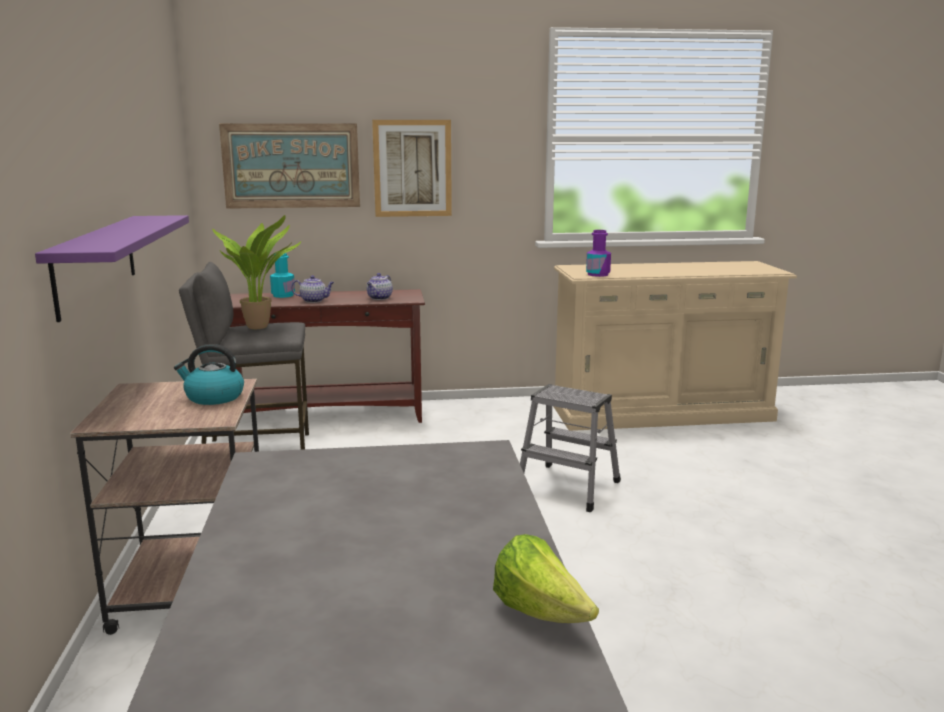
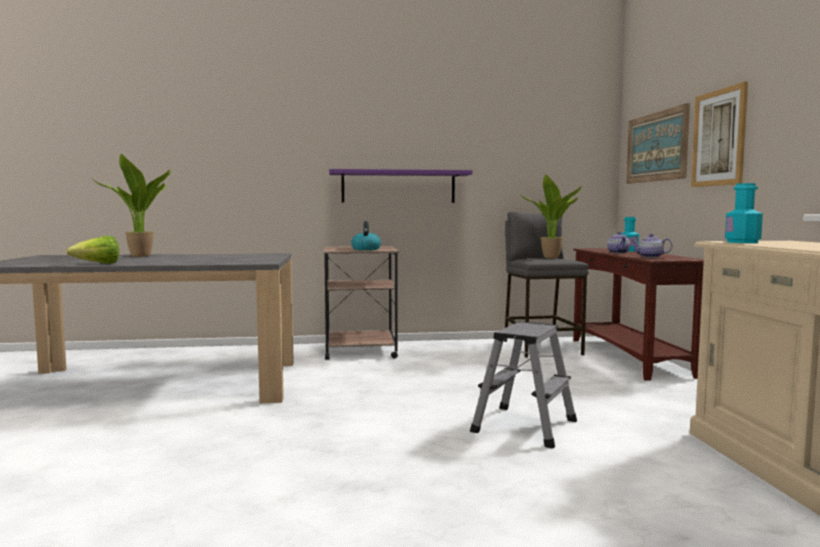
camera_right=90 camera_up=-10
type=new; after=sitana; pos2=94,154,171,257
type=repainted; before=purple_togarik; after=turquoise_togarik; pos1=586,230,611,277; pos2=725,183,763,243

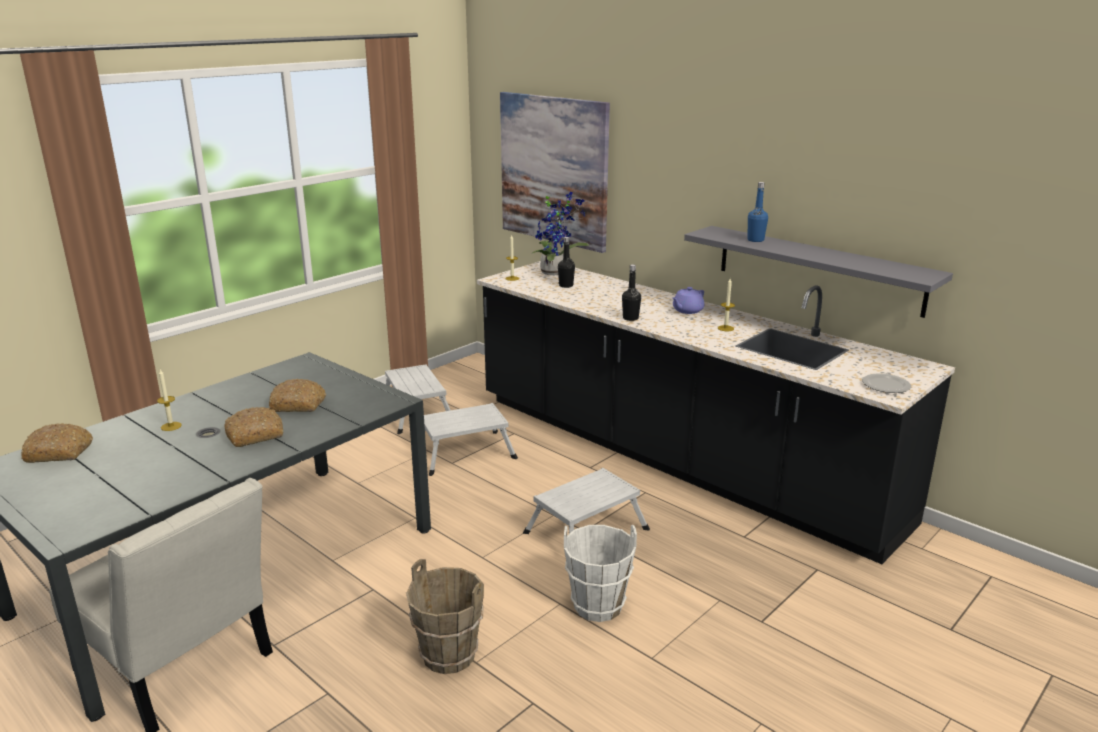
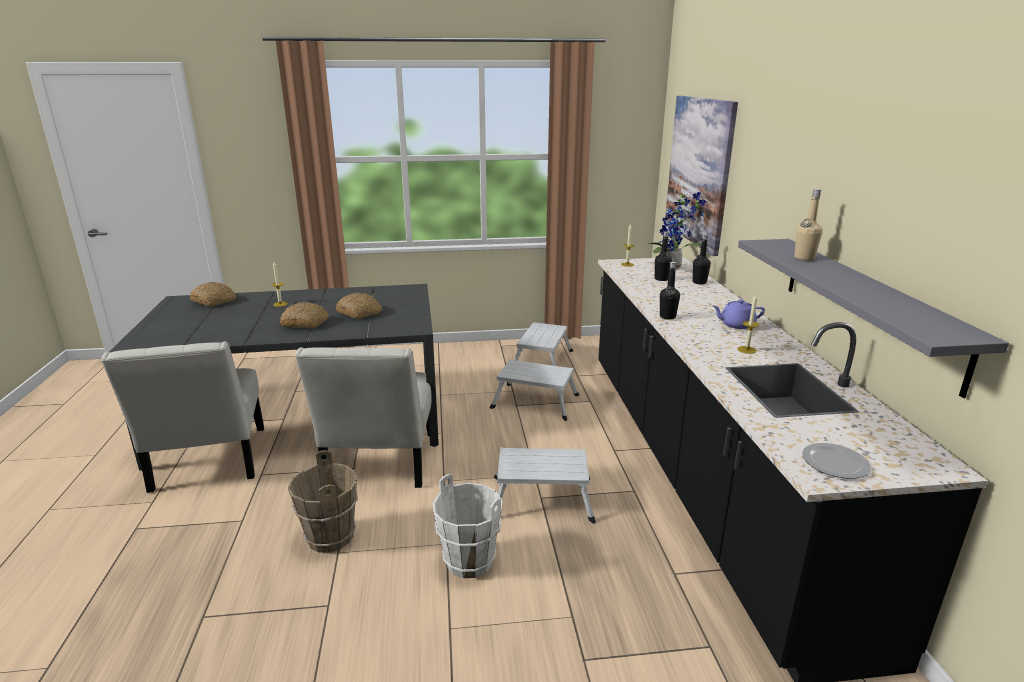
camera_right=40 camera_up=0
type=new; after=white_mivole; pos2=295,347,431,488
type=new; after=black_togarik; pos2=693,234,711,285
type=repainted; before=blue_togarik; after=beige_togarik; pos1=748,182,768,242; pos2=794,189,823,261

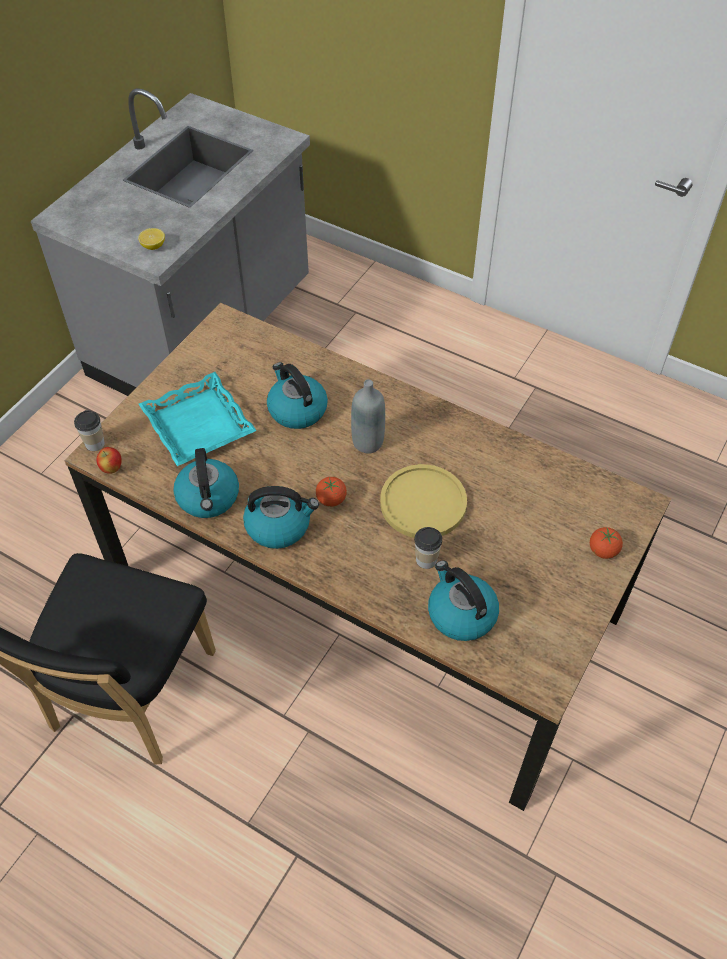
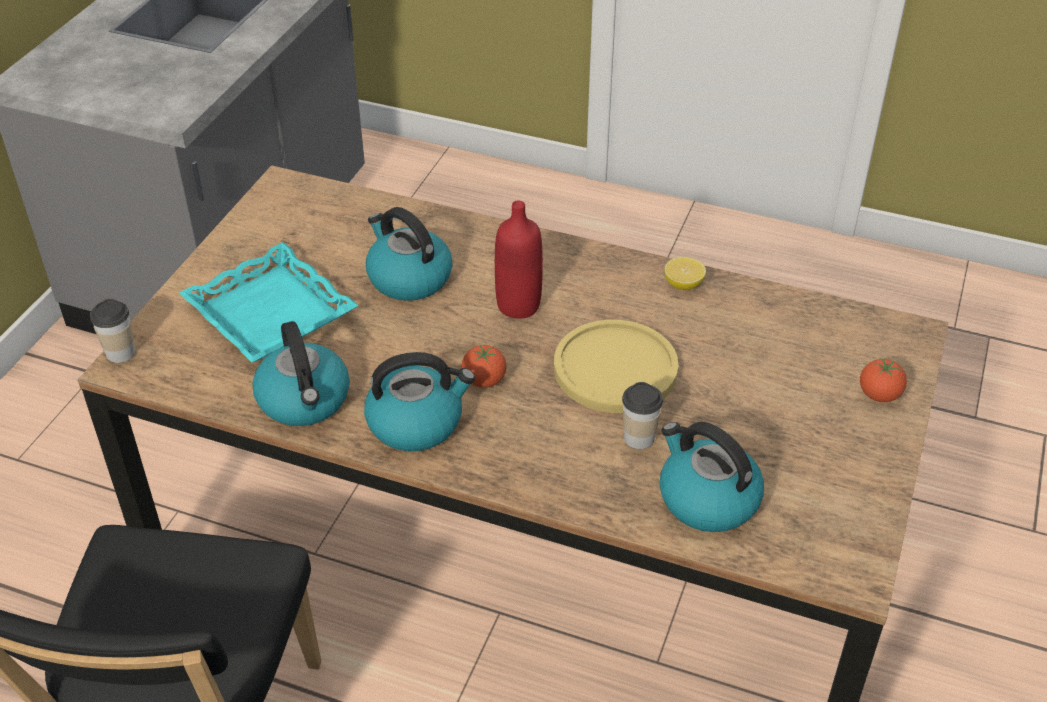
camera_right=-10 camera_up=-10
type=repainted; before=grey_togarik; after=red_togarik; pos1=351,379,385,454; pos2=495,201,543,319
type=shifted; before=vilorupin; pos1=138,228,165,250; pos2=664,257,706,290
type=gone; before=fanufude; pos1=96,447,122,474

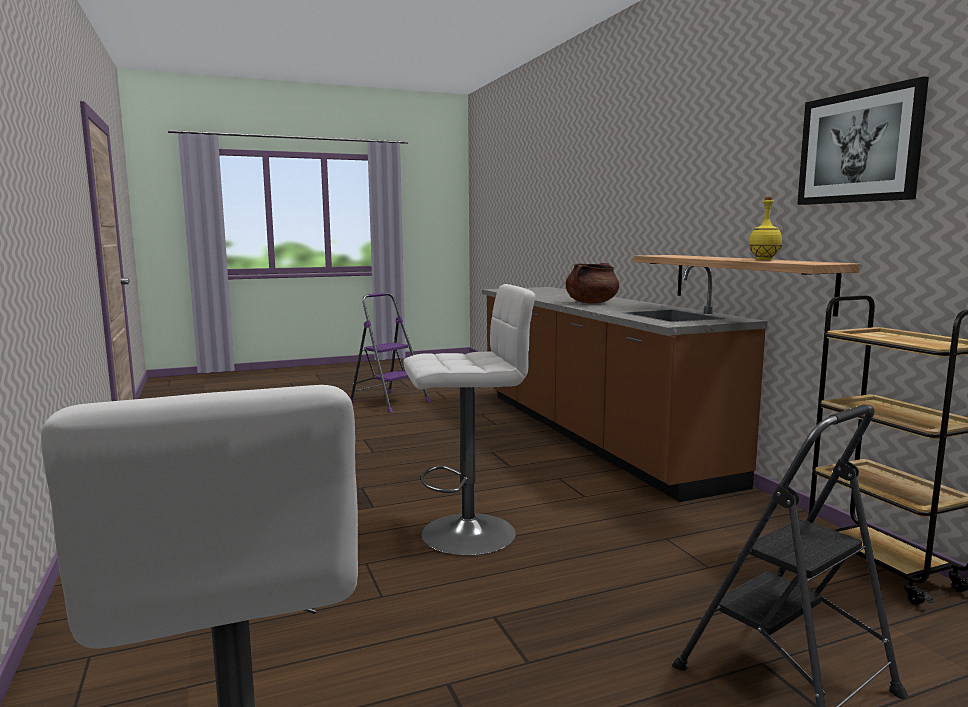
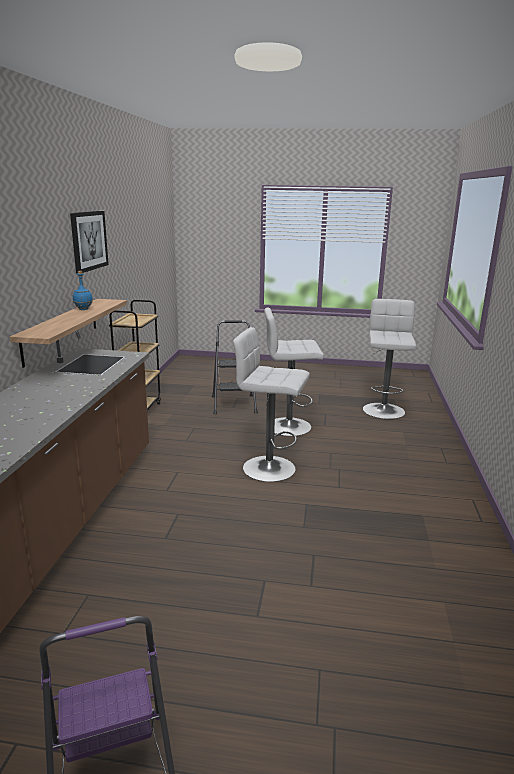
camera_right=-150 camera_up=10
type=repainted; before=yellow_togarik; after=blue_togarik; pos1=749,197,782,260; pos2=73,271,93,310
type=new; after=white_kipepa; pos2=264,308,324,436
type=gone; before=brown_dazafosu; pos1=566,263,619,304

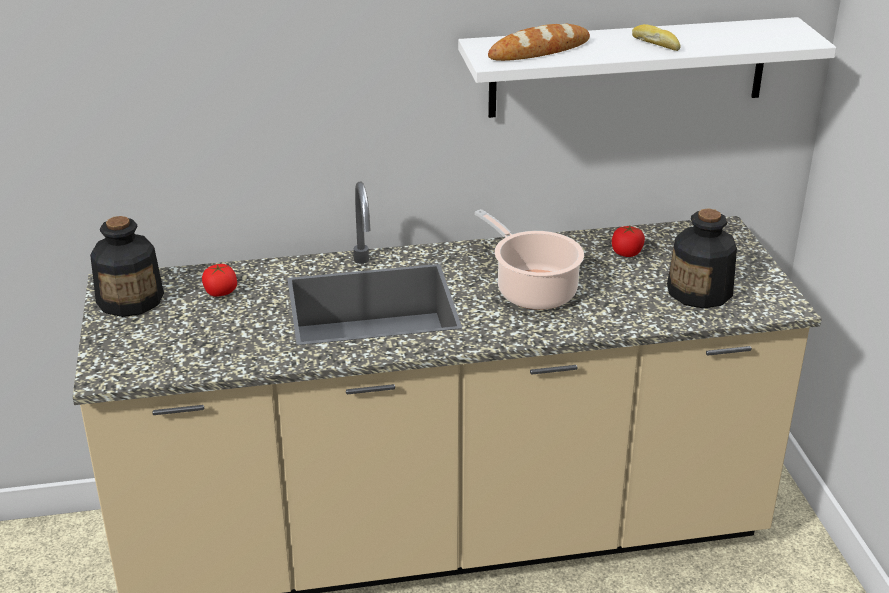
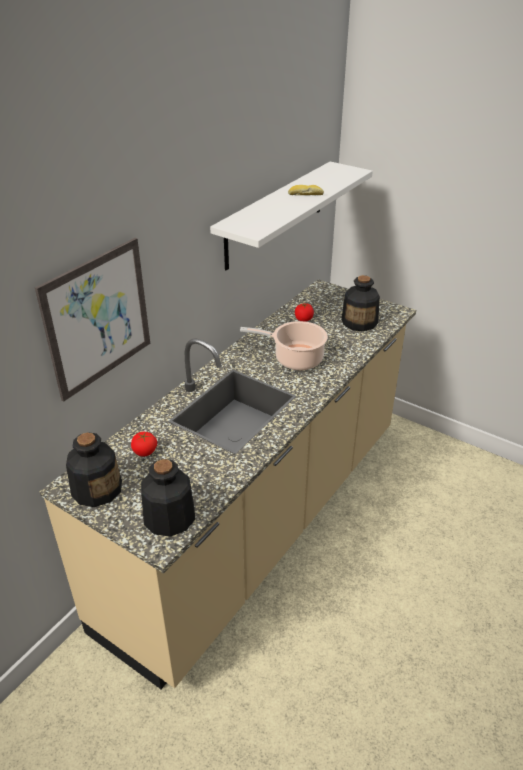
camera_right=-45 camera_up=5
type=new; after=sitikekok; pos2=35,238,150,401
type=new; after=togarik; pos2=141,459,195,537
type=gone; before=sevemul; pos1=488,24,590,61

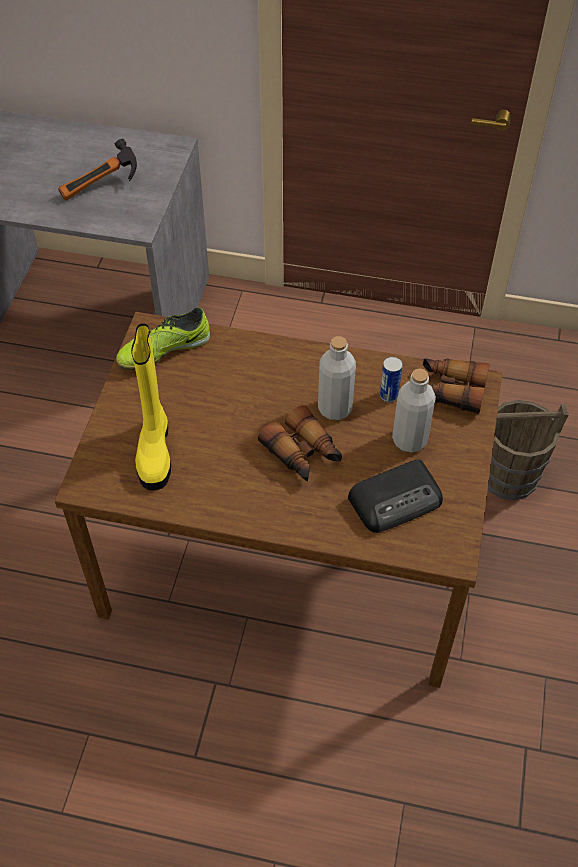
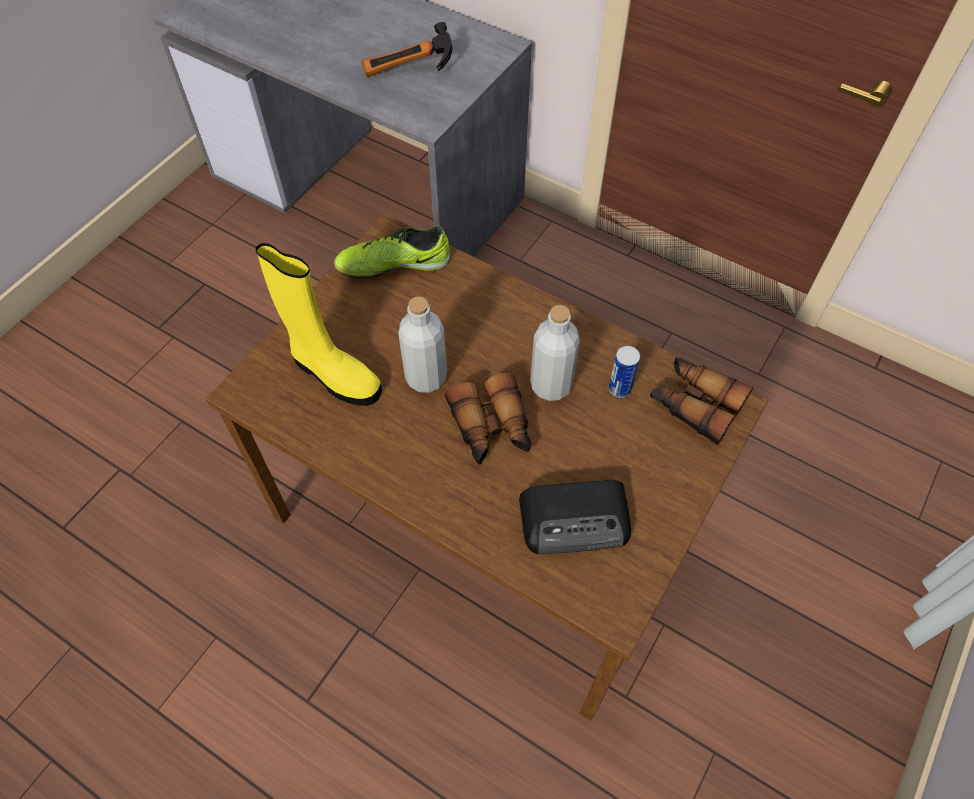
camera_right=20 camera_up=5
type=rotated; before=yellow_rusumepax; pos1=131,323,171,490; pos2=256,243,382,406; turn=-75
type=shifted; before=grey_togarik; pos1=392,368,436,453; pos2=398,297,447,393
type=gone; before=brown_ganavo; pos1=488,400,569,500

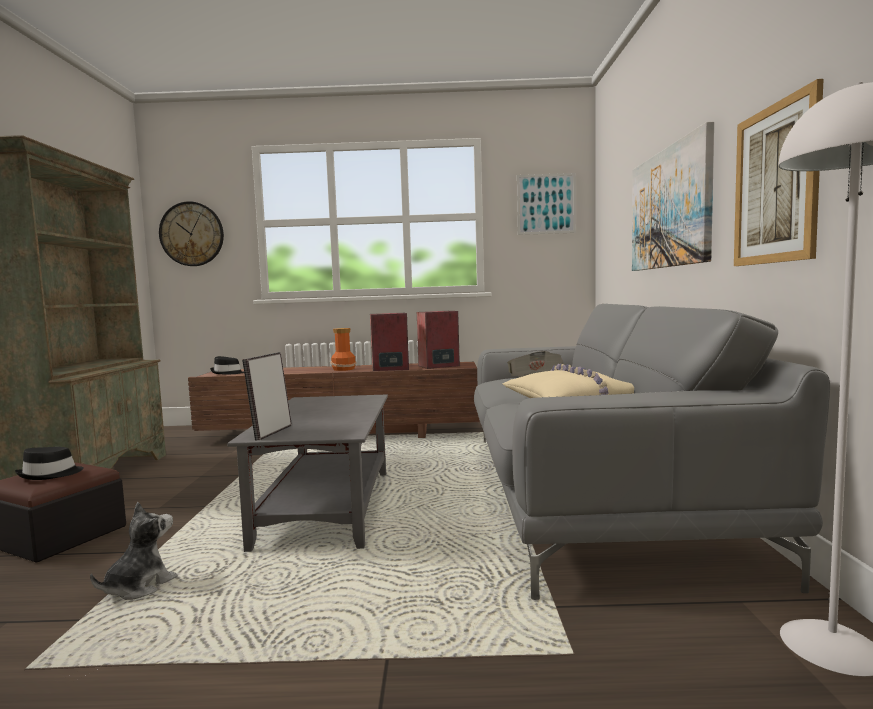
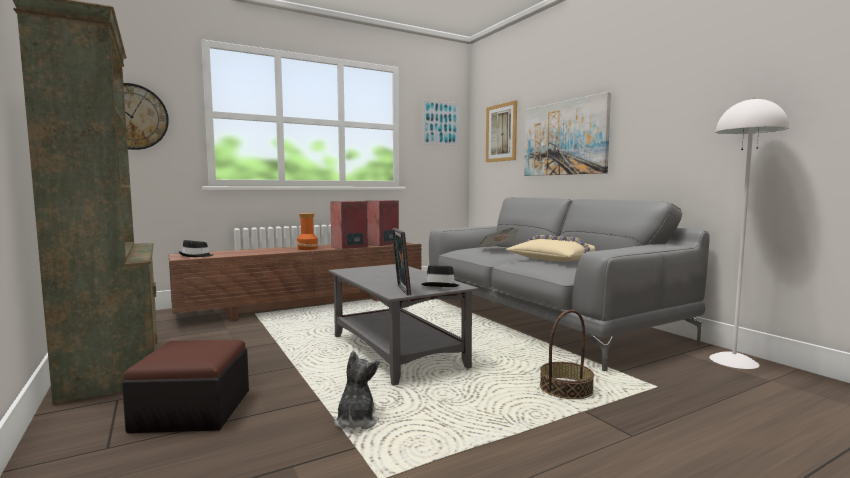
camera_right=-30 camera_up=0
type=shifted; before=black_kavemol; pos1=15,447,84,480; pos2=421,266,459,287
type=shifted; before=sitikekok; pos1=734,79,824,266; pos2=486,100,517,162
type=new; after=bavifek; pos2=540,310,594,399

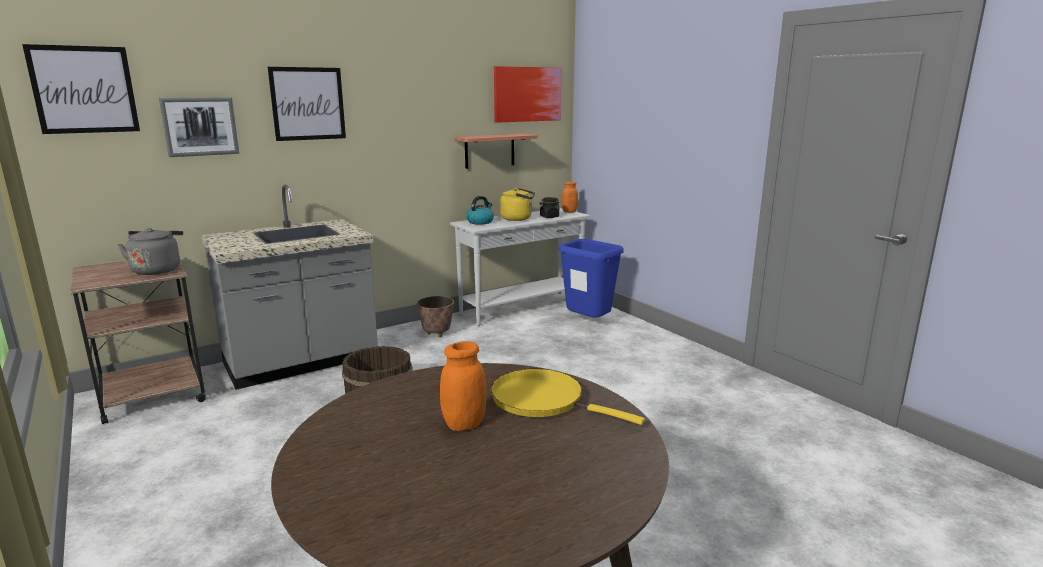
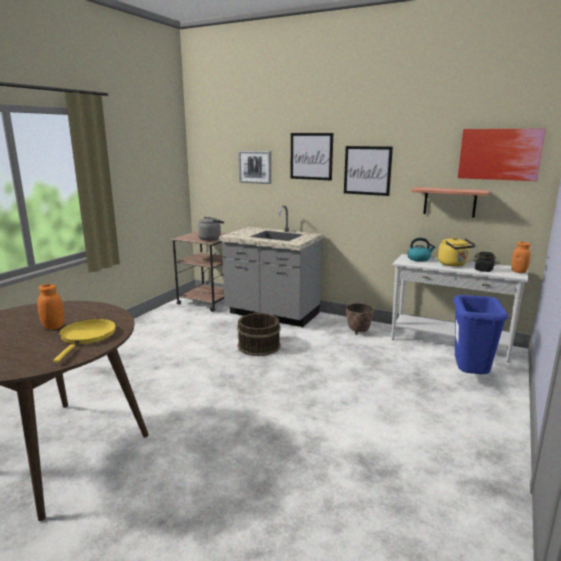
camera_right=60 camera_up=0
type=shifted; before=sitikekok; pos1=22,44,140,134; pos2=344,146,393,196

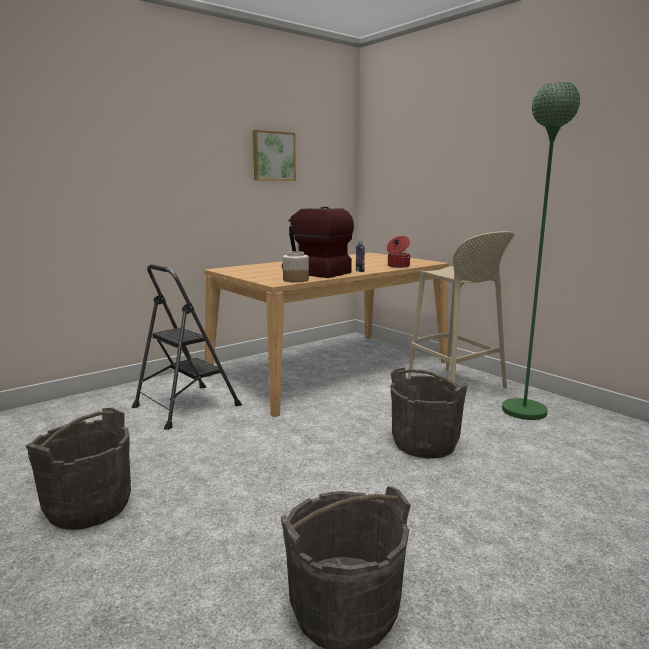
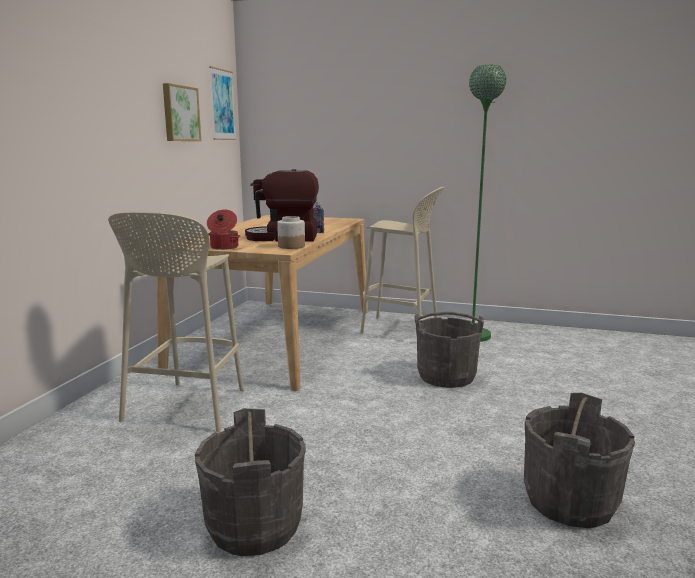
camera_right=-35 camera_up=0
type=swapped; before=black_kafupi; after=beige_kipepa; pos1=132,264,242,430; pos2=108,211,244,432
type=shifted; before=dazafosu; pos1=386,236,410,268; pos2=207,210,240,250
type=new; after=sitikekok; pos2=209,66,236,140

